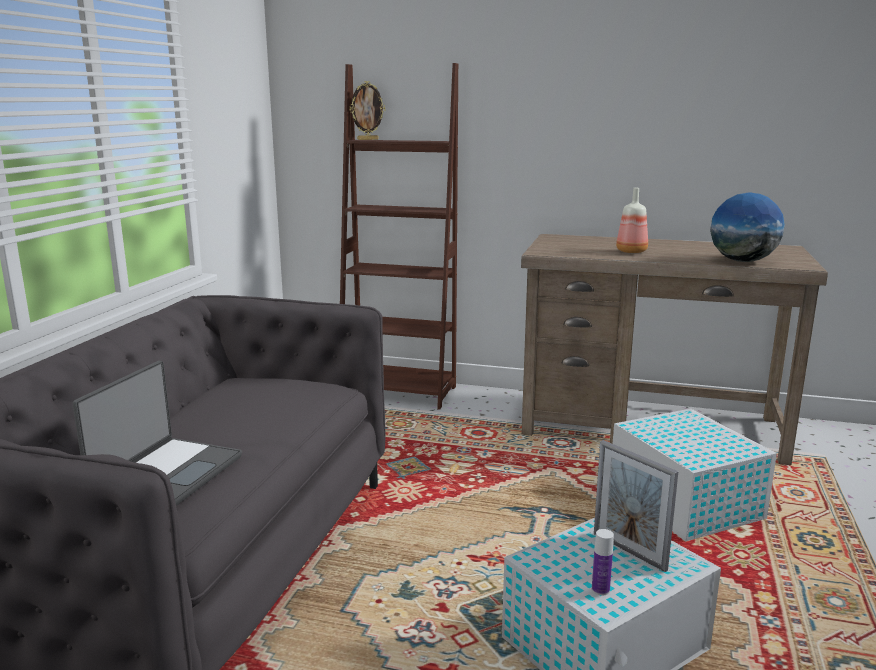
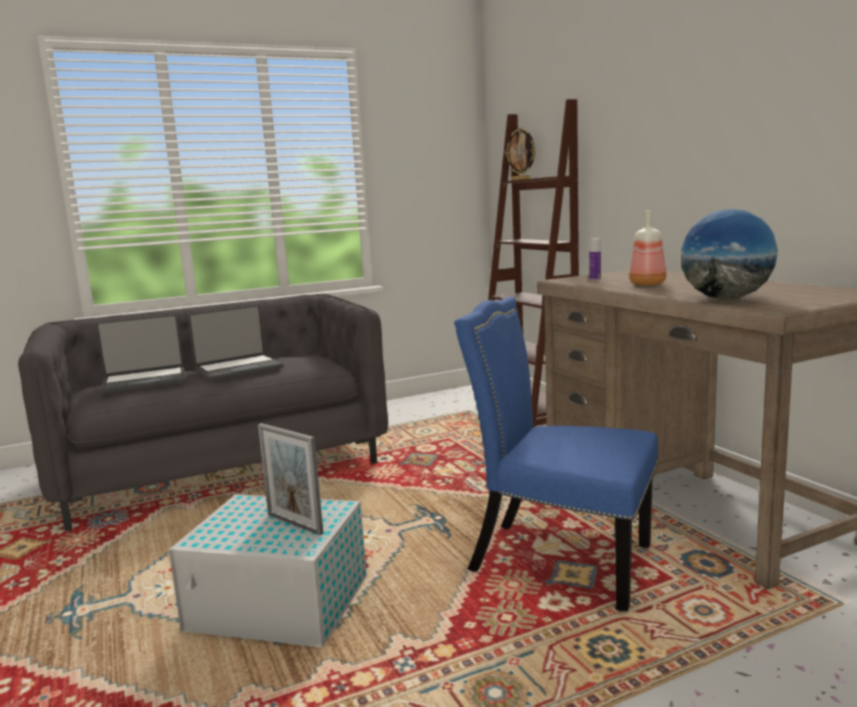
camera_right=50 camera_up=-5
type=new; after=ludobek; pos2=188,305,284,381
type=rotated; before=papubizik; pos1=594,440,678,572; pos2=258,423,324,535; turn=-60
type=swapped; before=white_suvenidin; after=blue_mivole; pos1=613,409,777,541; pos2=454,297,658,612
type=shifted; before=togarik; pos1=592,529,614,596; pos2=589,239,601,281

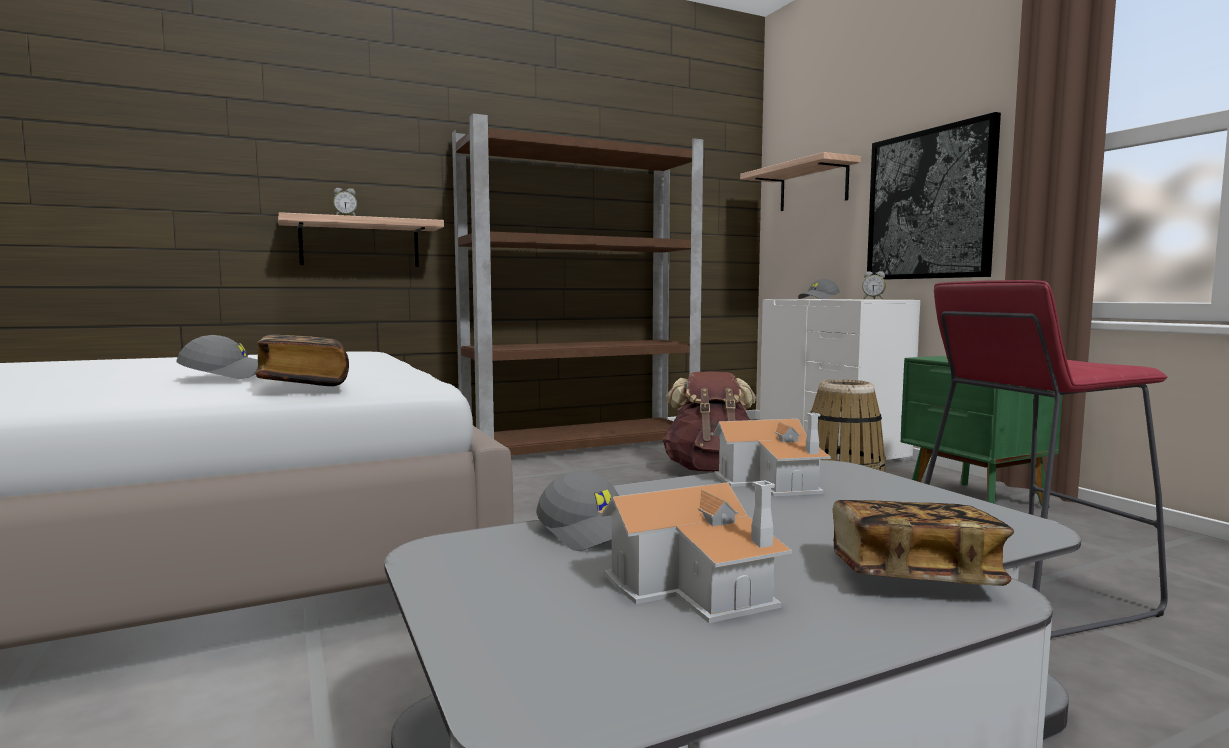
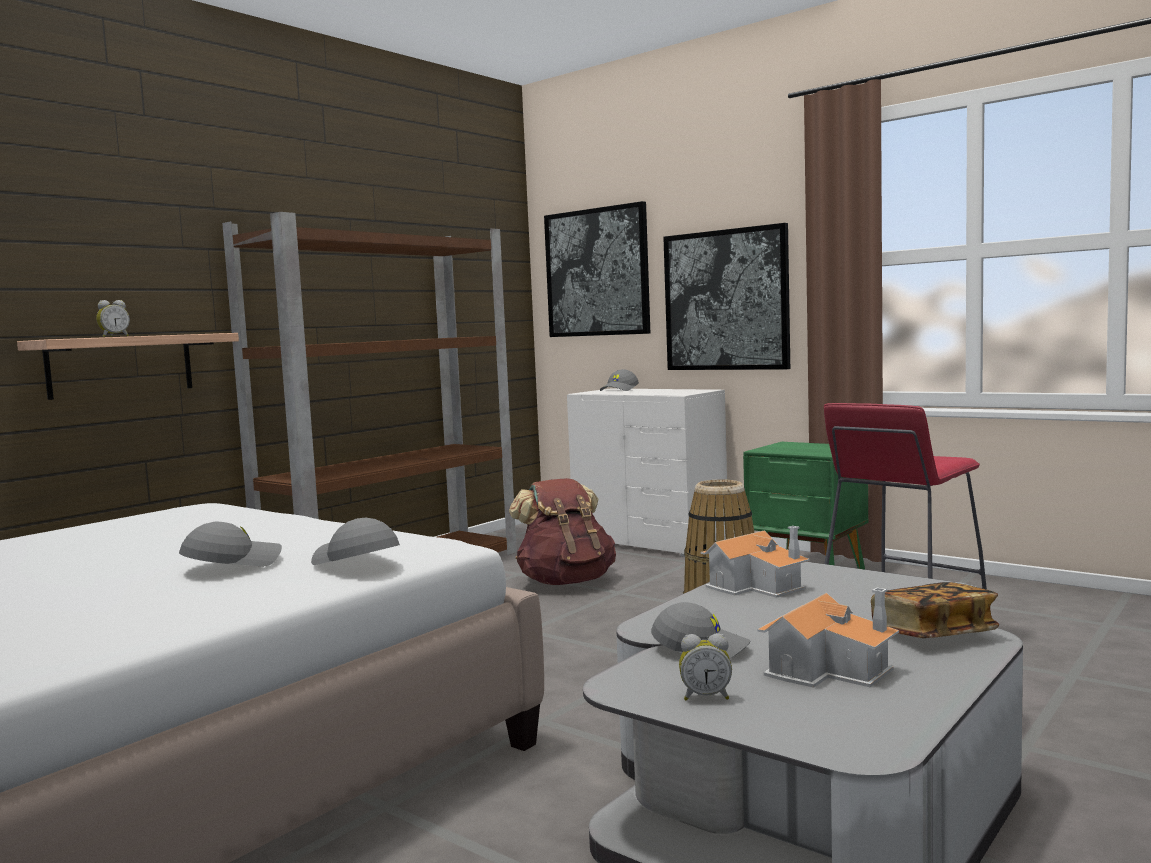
camera_right=-25 camera_up=0
type=swapped; before=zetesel; after=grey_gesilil; pos1=255,334,349,386; pos2=311,518,400,565
type=swapped; before=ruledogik; after=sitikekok; pos1=740,152,861,211; pos2=544,201,650,337
type=shifted; before=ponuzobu; pos1=862,271,886,299; pos2=679,633,732,700

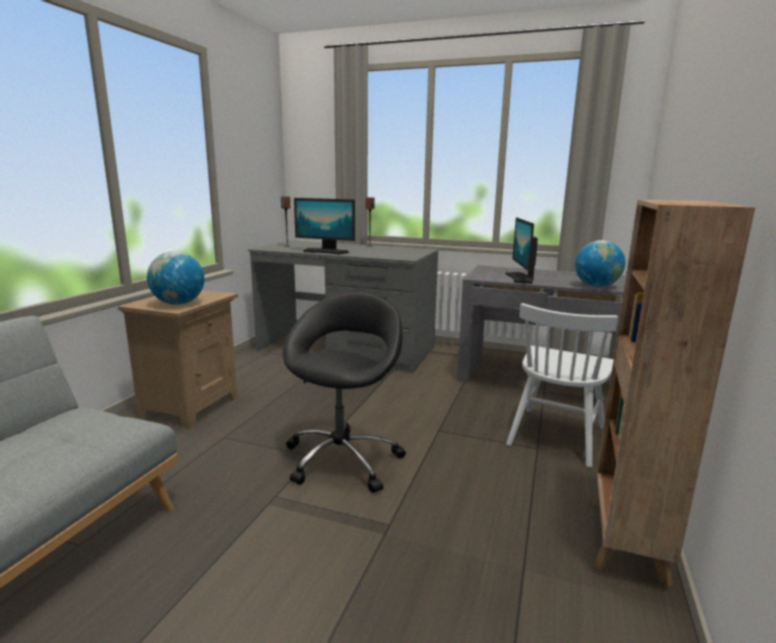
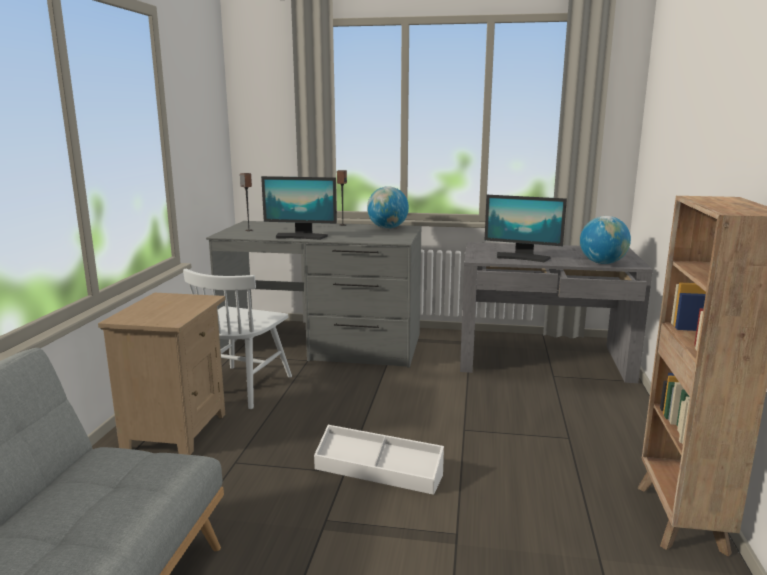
camera_right=-10 camera_up=0
type=shifted; before=white_mivole; pos1=506,303,618,467; pos2=183,269,292,409
type=swapped; before=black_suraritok; after=white_suvenidin; pos1=283,291,406,493; pos2=314,425,444,495
type=shifted; before=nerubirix; pos1=147,251,204,305; pos2=367,186,409,229
type=rotated; before=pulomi; pos1=505,218,538,284; pos2=485,195,567,262; turn=-60

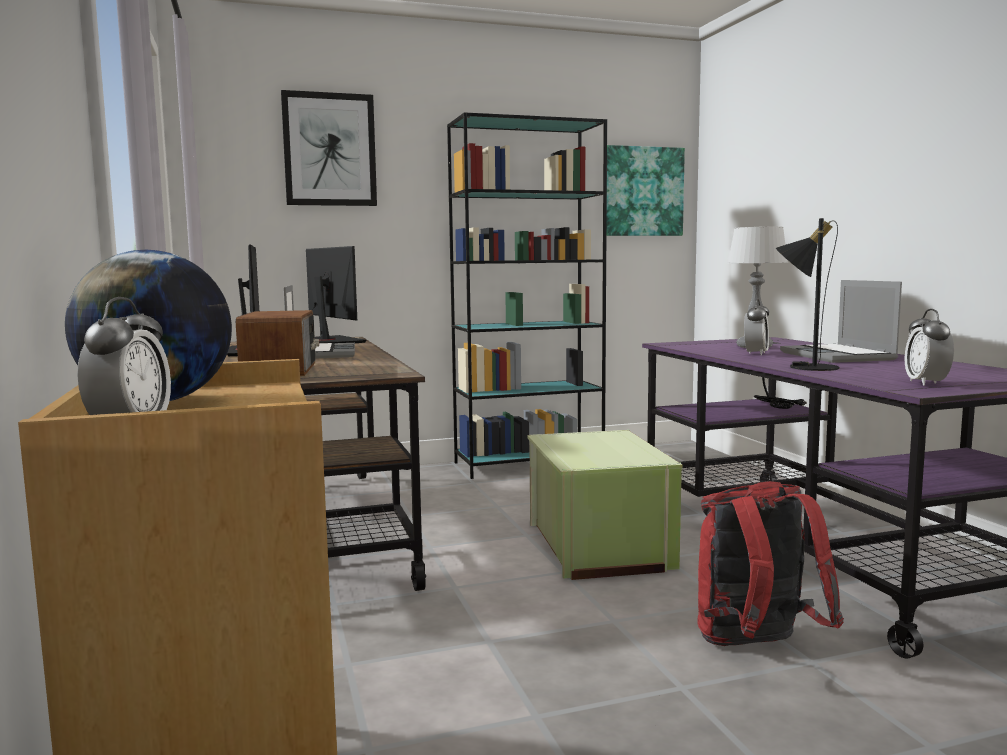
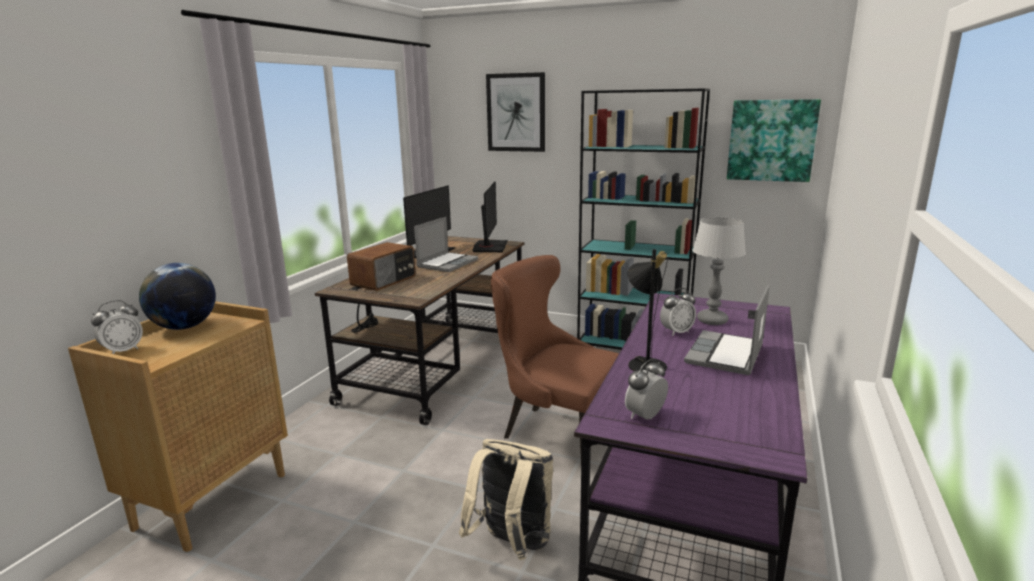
camera_right=40 camera_up=10
type=repainted; before=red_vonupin; after=beige_vonupin; pos1=697,481,844,646; pos2=459,439,553,560
type=swapped; before=green_suvenidin; after=brown_mivole; pos1=527,430,683,580; pos2=491,255,619,459

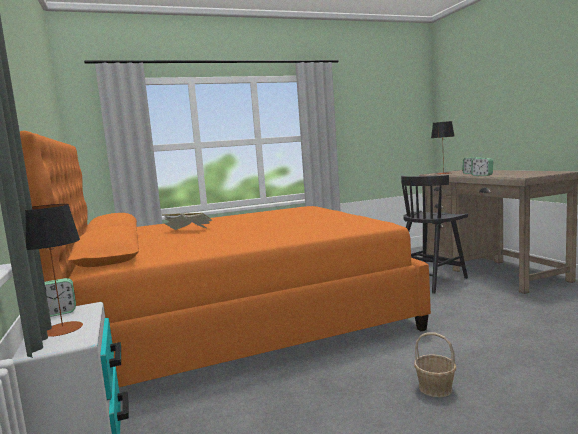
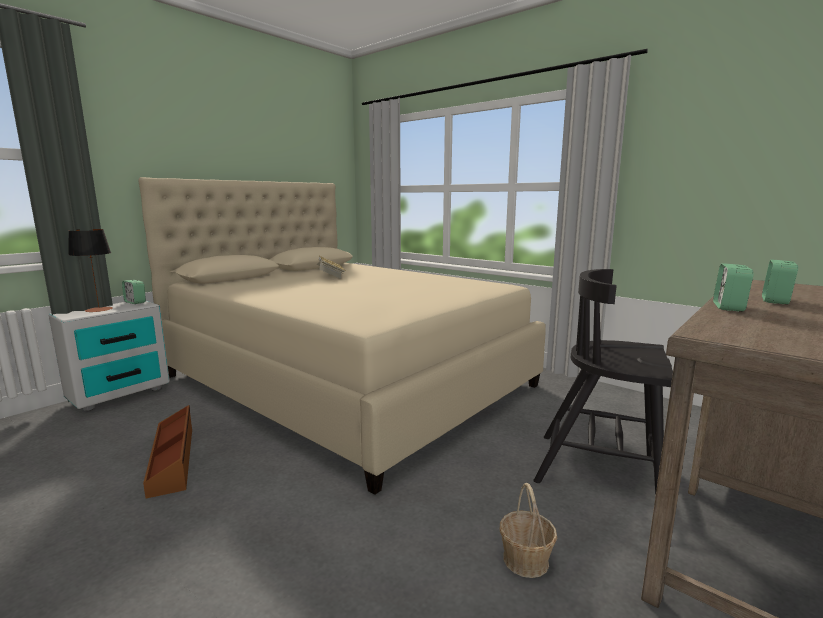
camera_right=60 camera_up=5
type=repainted; before=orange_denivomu; after=beige_denivomu; pos1=20,131,431,387; pos2=139,177,546,495
type=new; after=brown_suvenidin; pos2=143,405,192,499
type=shifted; before=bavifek; pos1=414,332,456,397; pos2=500,483,557,578
type=gone; before=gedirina; pos1=431,121,454,174

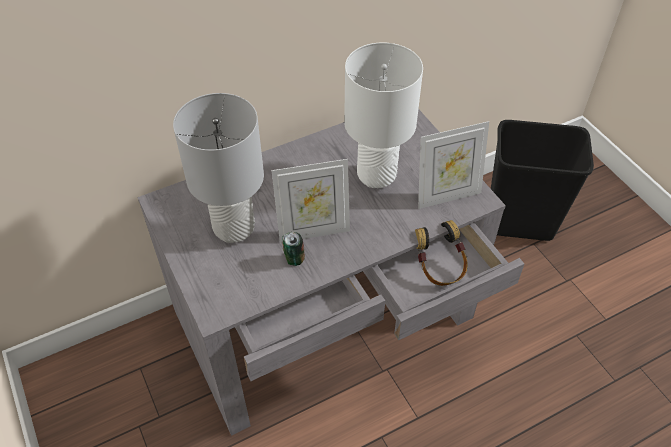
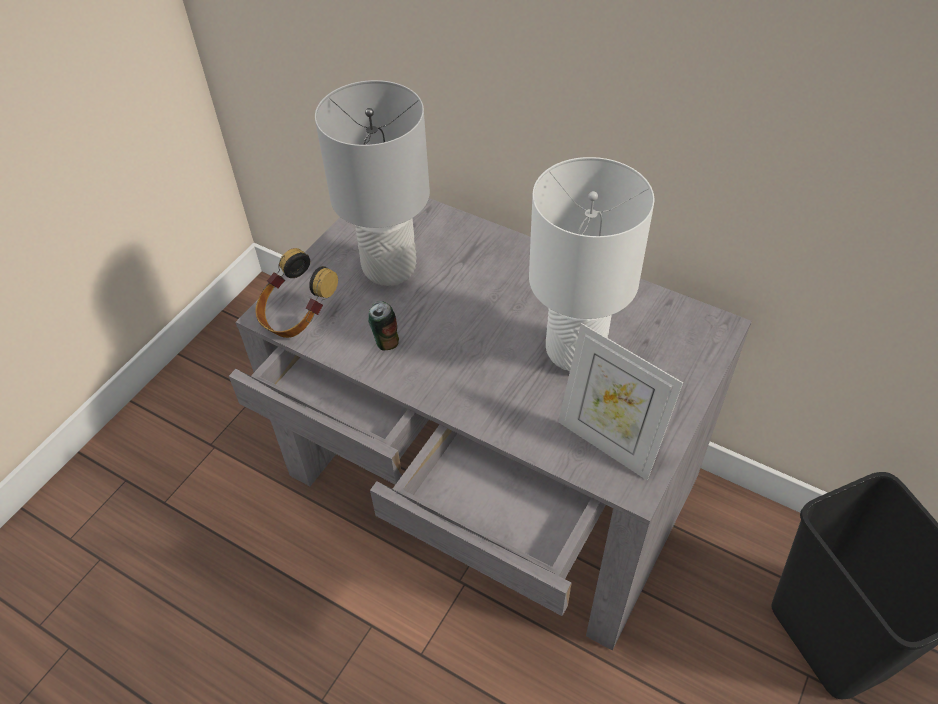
camera_right=60 camera_up=0
type=shifted; before=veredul; pos1=415,220,468,286; pos2=255,248,338,338
type=gone; before=papubizik; pos1=271,159,350,243

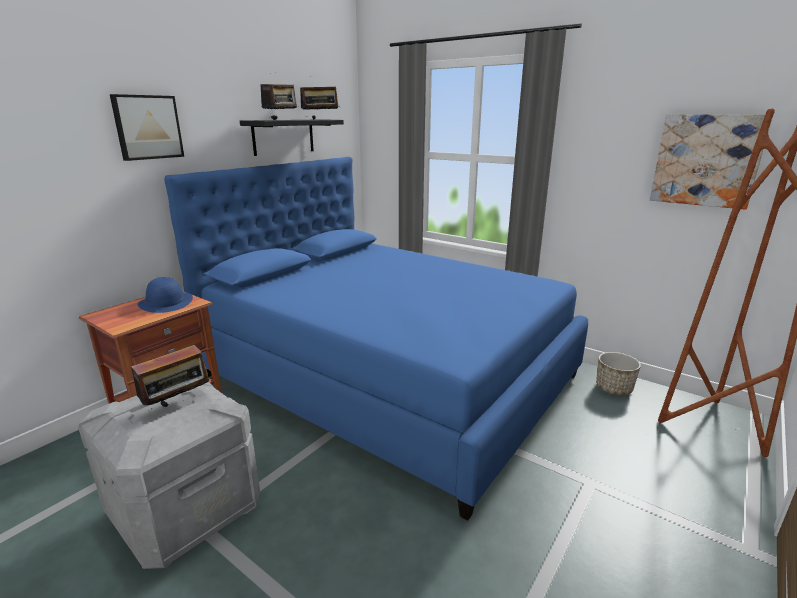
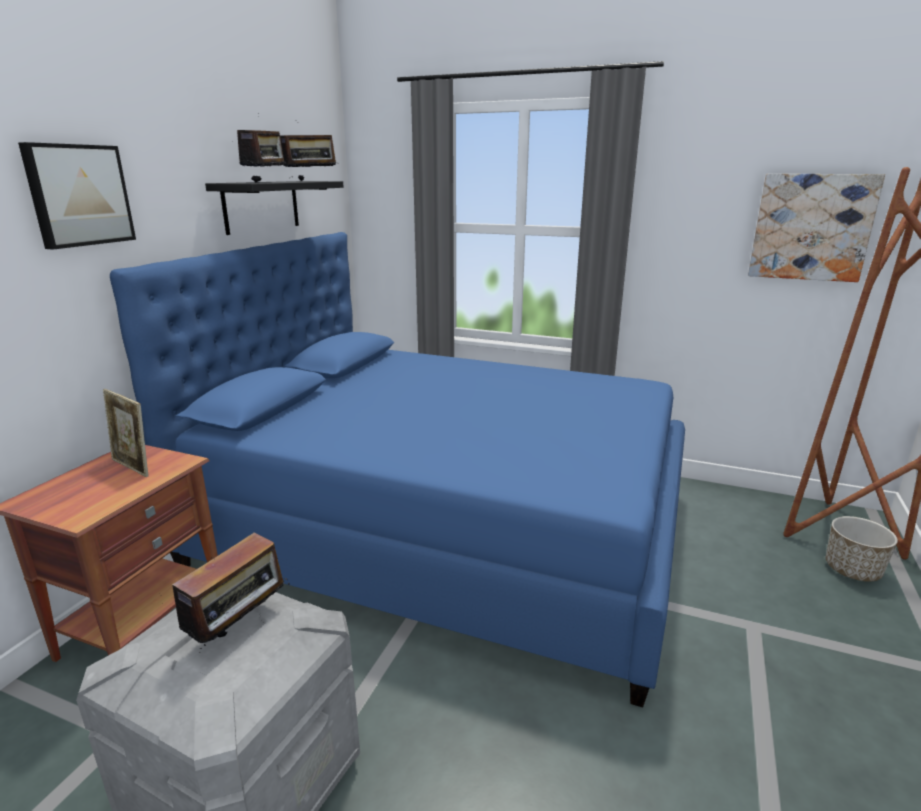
camera_right=-15 camera_up=0
type=swapped; before=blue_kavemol; after=papubizik; pos1=137,277,193,313; pos2=103,389,149,477
type=shifted; before=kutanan; pos1=596,352,641,395; pos2=826,516,898,582

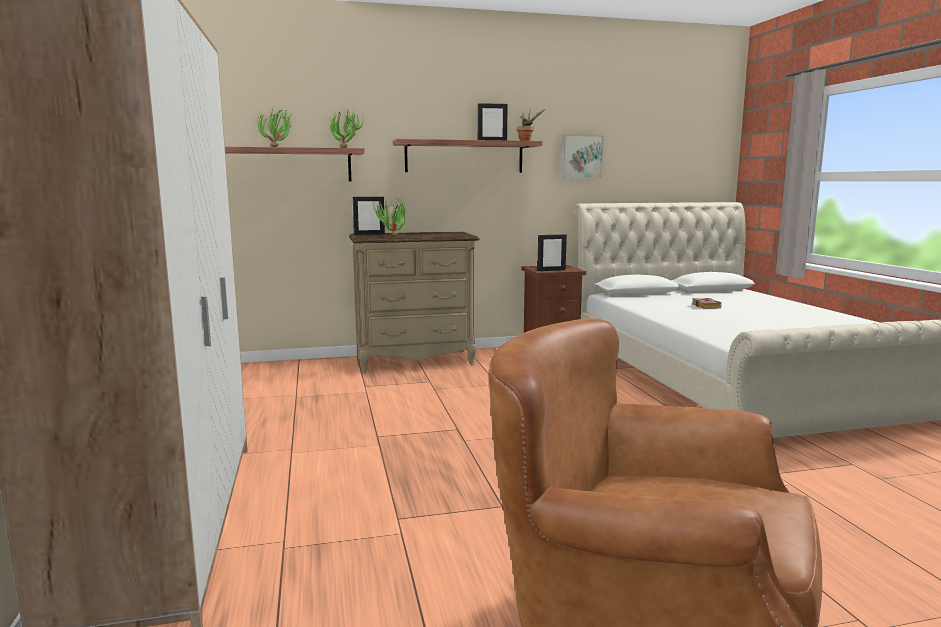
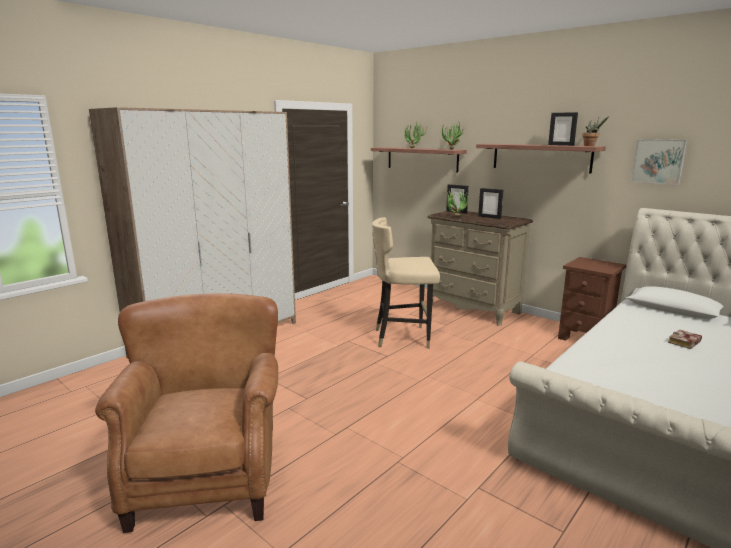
camera_right=55 camera_up=5
type=new; after=beige_mivole; pos2=372,217,440,349
type=shifted; before=papubizik; pos1=537,234,567,271; pos2=478,188,503,219

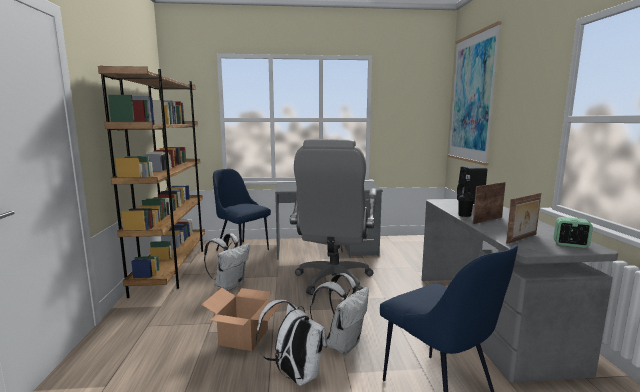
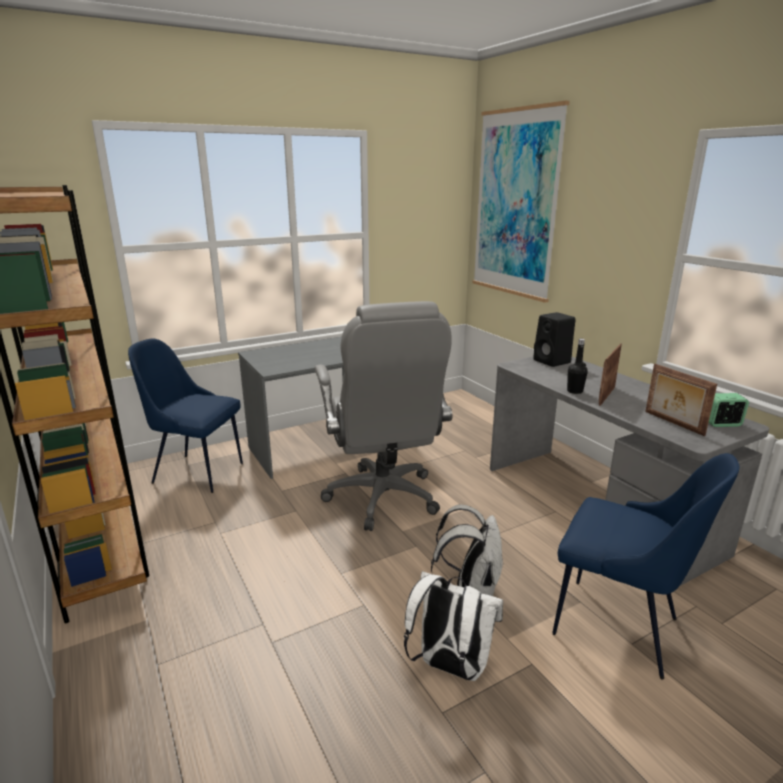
camera_right=-25 camera_up=10
type=rotated; before=papubizik; pos1=506,193,541,244; pos2=645,364,717,436; turn=120
type=gone; before=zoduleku; pos1=201,288,281,351
type=gone; before=white_vonupin; pos1=204,233,250,290

